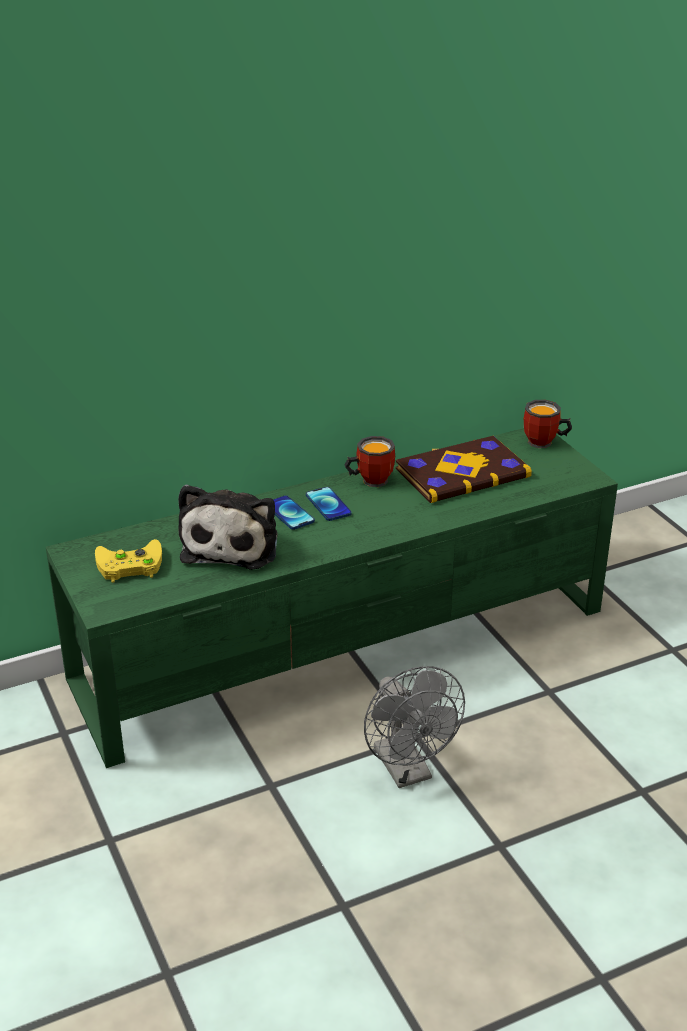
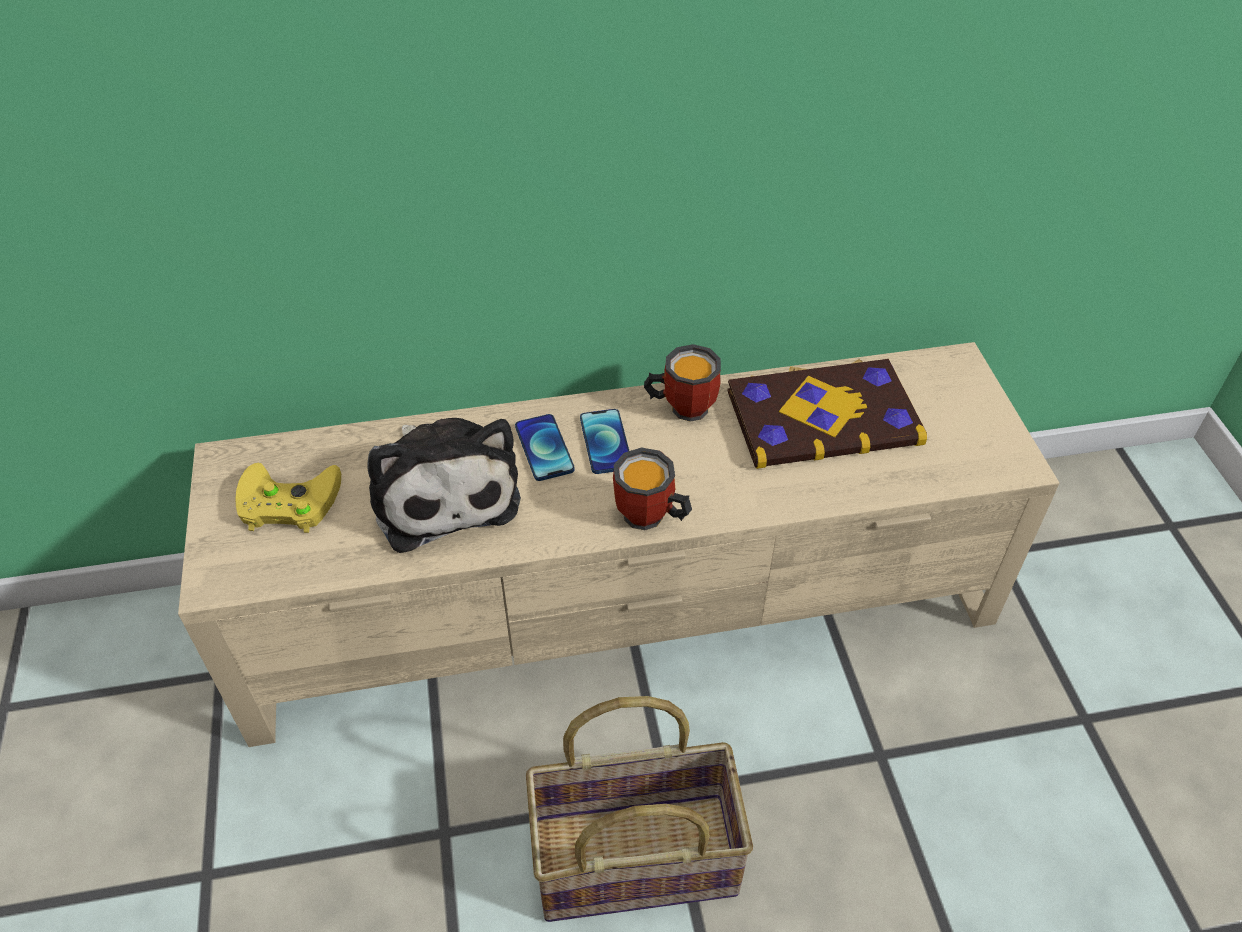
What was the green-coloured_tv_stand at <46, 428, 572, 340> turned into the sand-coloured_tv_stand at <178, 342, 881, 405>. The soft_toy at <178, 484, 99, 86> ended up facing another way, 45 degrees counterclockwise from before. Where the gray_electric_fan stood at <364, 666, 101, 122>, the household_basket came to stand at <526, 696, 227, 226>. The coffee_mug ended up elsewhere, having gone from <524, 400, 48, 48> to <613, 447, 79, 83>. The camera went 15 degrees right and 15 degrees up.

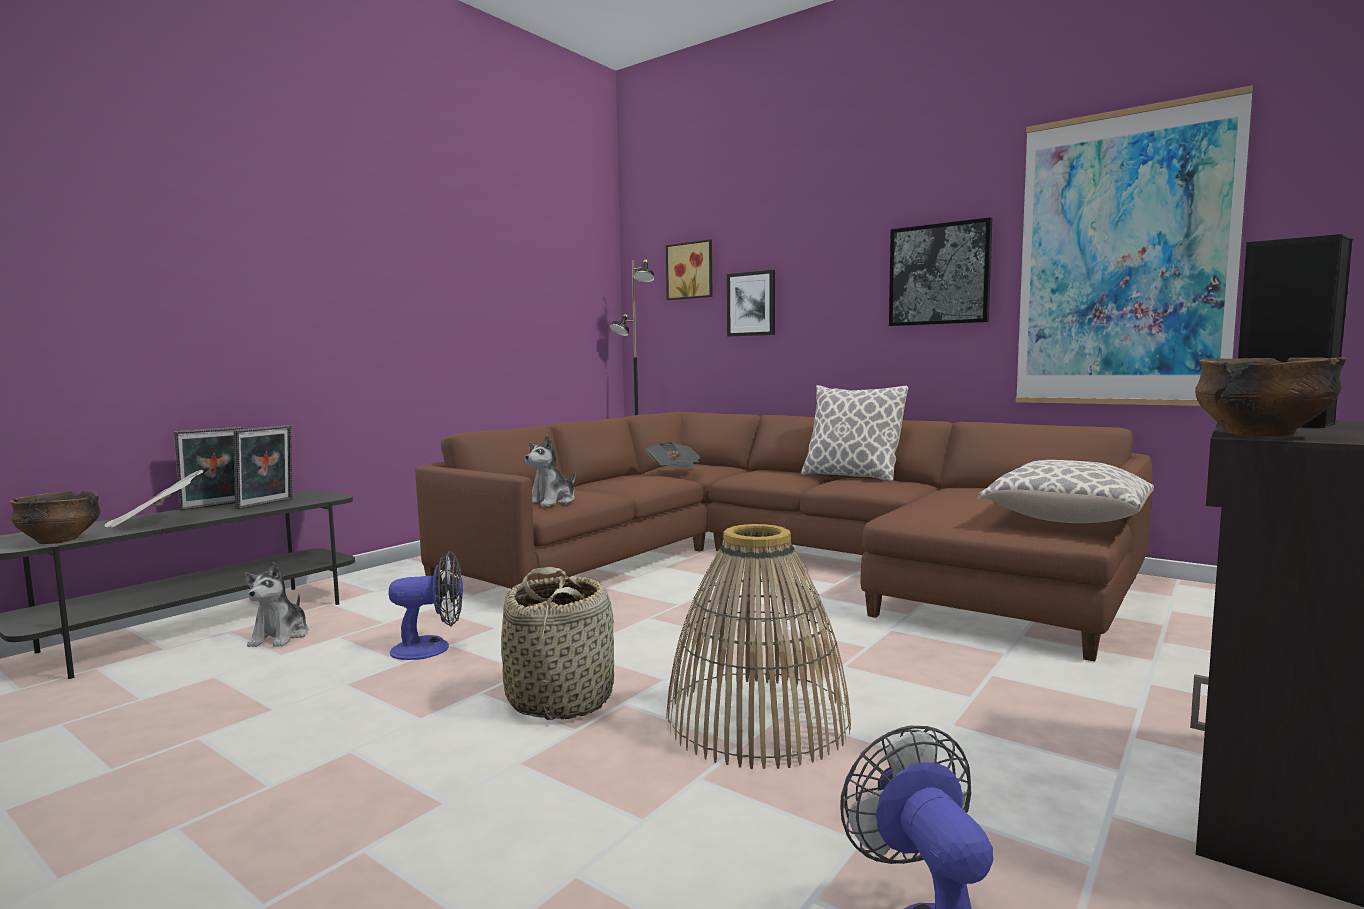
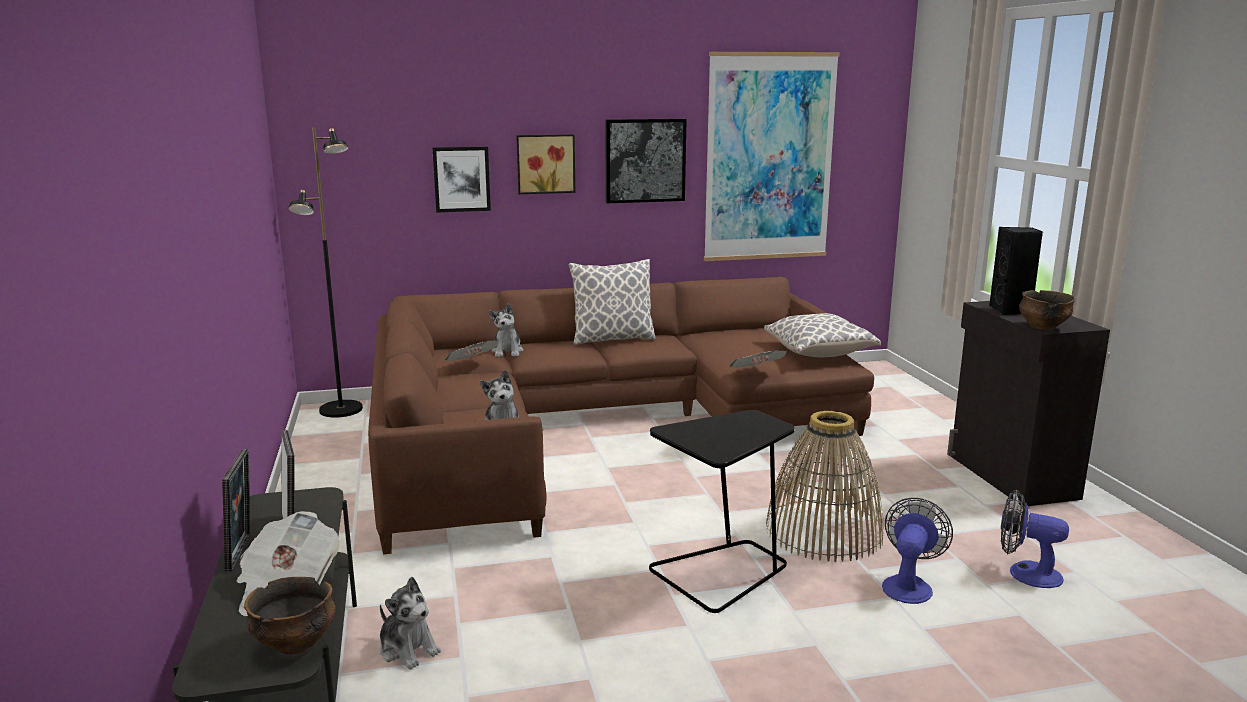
The electric_fan ended up elsewhere, having gone from <388, 551, 75, 109> to <882, 498, 71, 106>. Where the household_basket stood at <501, 567, 113, 153>, the black-coloured_end_table came to stand at <649, 410, 146, 203>. The wall_picture ended up elsewhere, having gone from <666, 239, 47, 61> to <516, 134, 59, 60>. The second view gained the soft_toy at <489, 304, 35, 53>. The second view gained the printed_paper at <729, 350, 57, 17>. The camera went 50 degrees left and 10 degrees up.

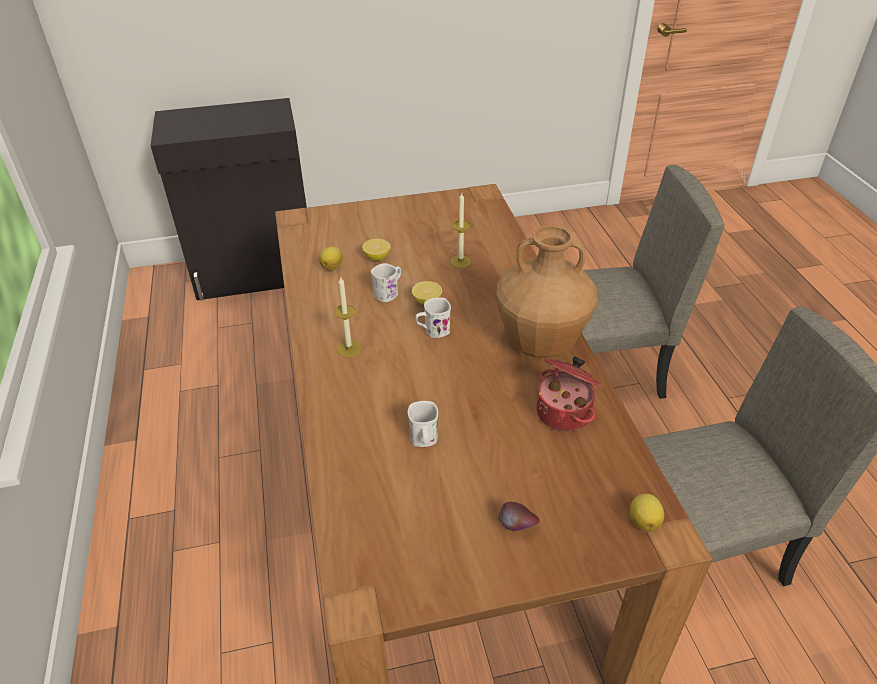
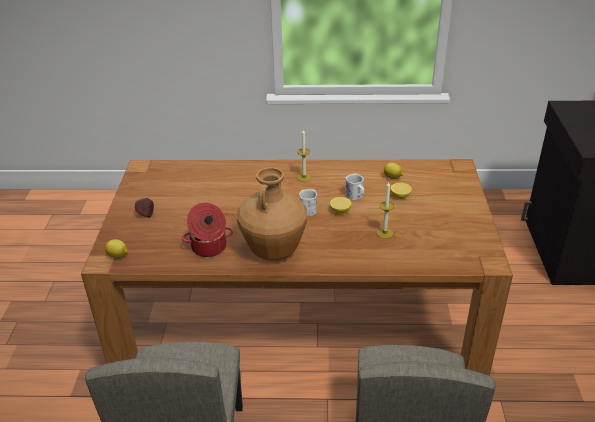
The second view lost the white_coffee_mug at <408, 401, 30, 46>. The camera went 105 degrees right and 5 degrees down.

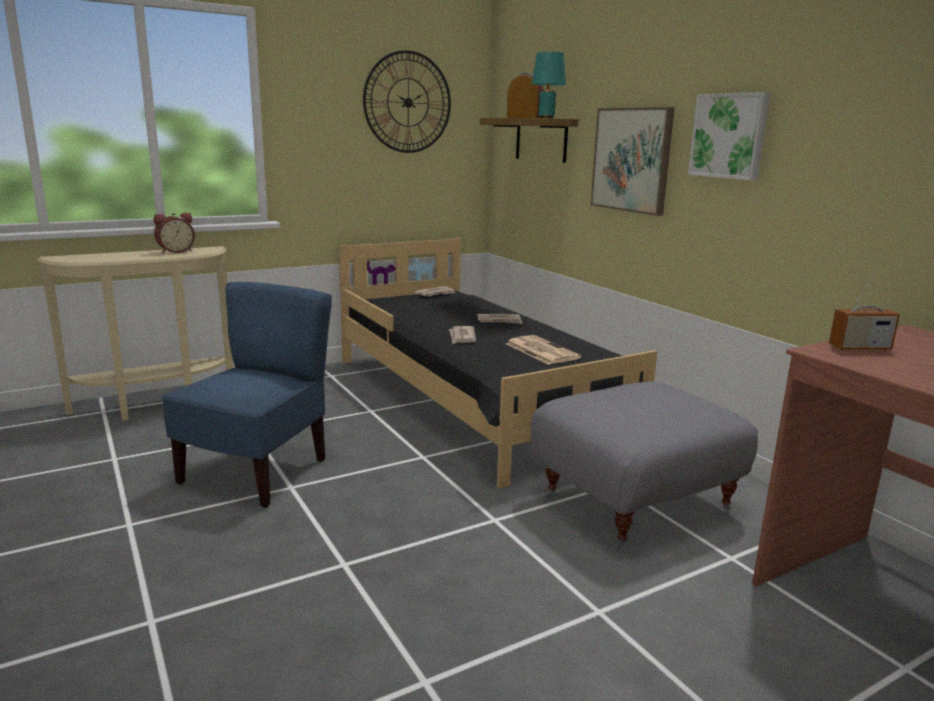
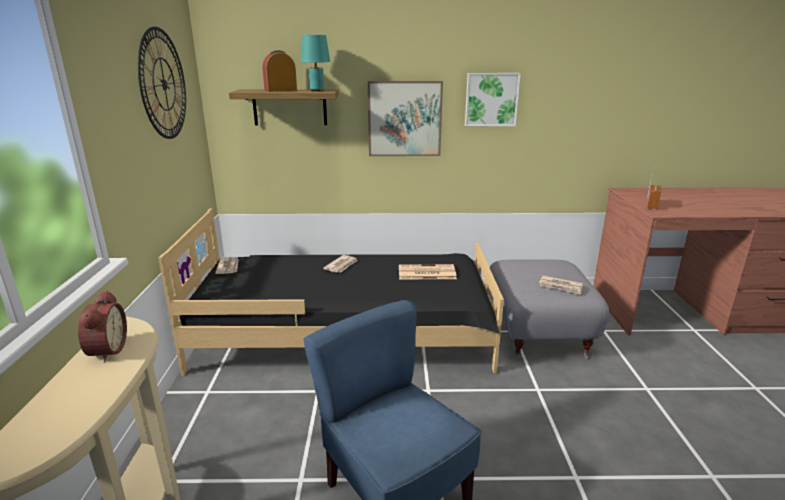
The printed_paper ended up elsewhere, having gone from <449, 326, 27, 18> to <539, 275, 44, 20>. The camera went 60 degrees left and 5 degrees up.

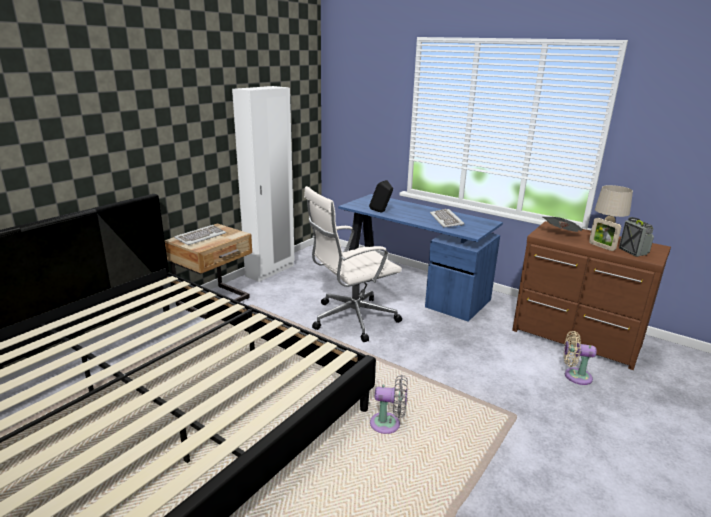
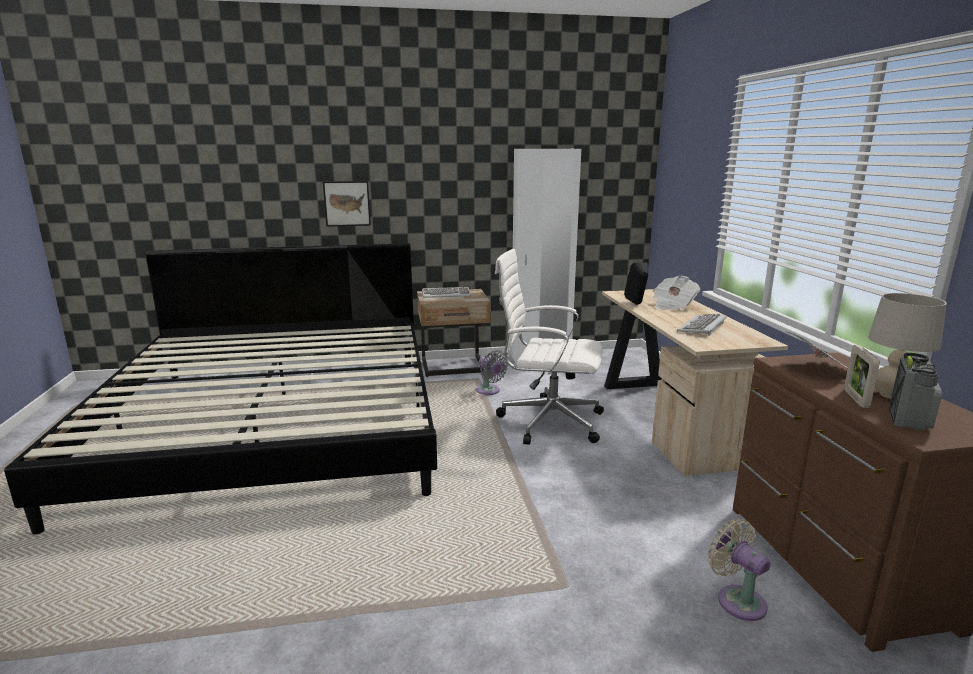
What was the bluish_desk_table at <338, 194, 165, 128> turned into the sand-coloured_desk_table at <602, 289, 186, 187>. The gray_electric_fan ended up elsewhere, having gone from <370, 375, 38, 59> to <476, 350, 32, 45>. The second view gained the wall_picture at <323, 181, 48, 46>. The second view gained the printed_paper at <653, 276, 47, 34>. The camera went 45 degrees right and 5 degrees down.

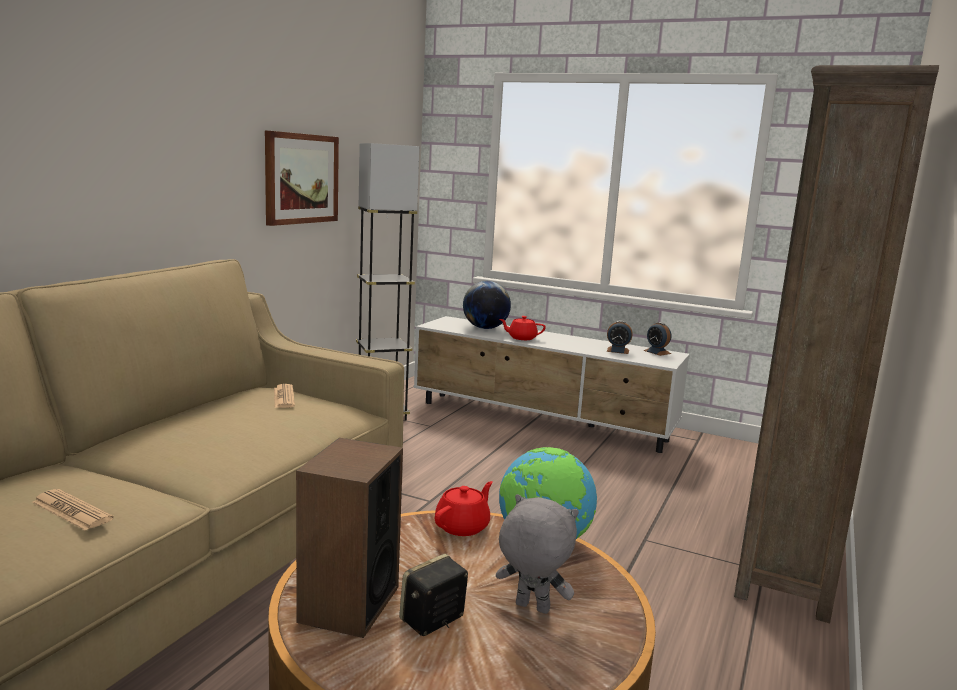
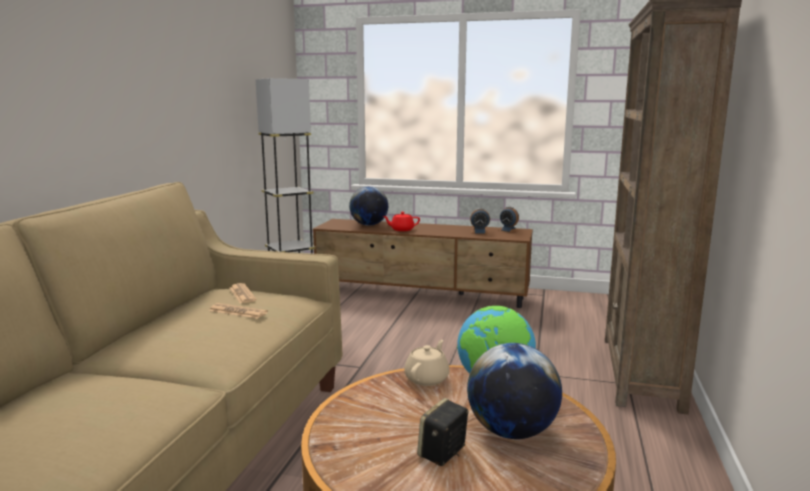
The printed_paper ended up elsewhere, having gone from <32, 489, 82, 42> to <209, 303, 59, 16>. The second view lost the wall_picture at <265, 131, 74, 95>. The second view lost the audio_speaker at <296, 438, 107, 200>. What was the white_tv_stand at <414, 316, 276, 137> turned into the brown_tv_stand at <313, 219, 220, 89>. What was the red-coloured_tea_pot at <435, 481, 58, 55> turned into the sand-coloured_tea_pot at <404, 340, 45, 46>. Where the gray_soft_toy stood at <496, 494, 83, 120>, the desk_globe came to stand at <467, 343, 95, 96>. The camera went 10 degrees left and 0 degrees up.

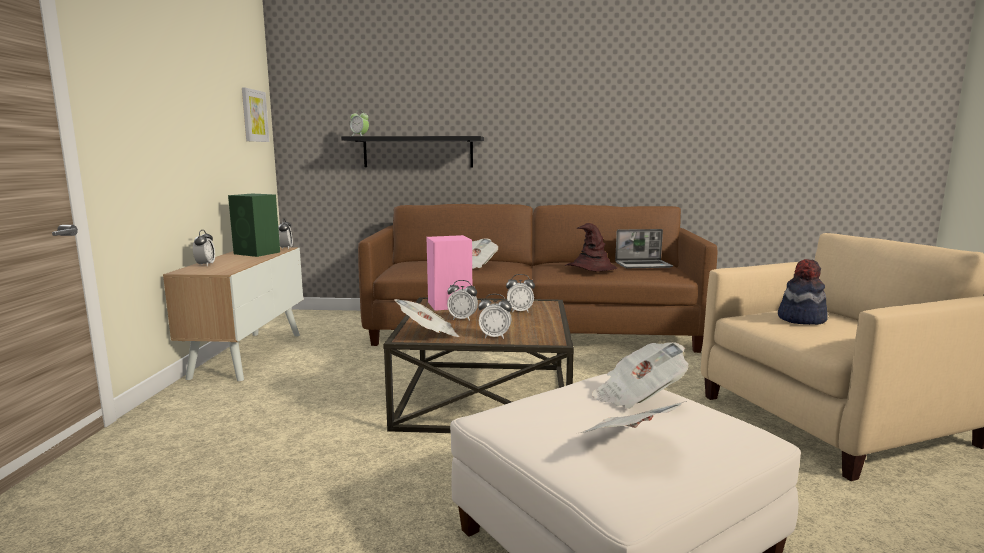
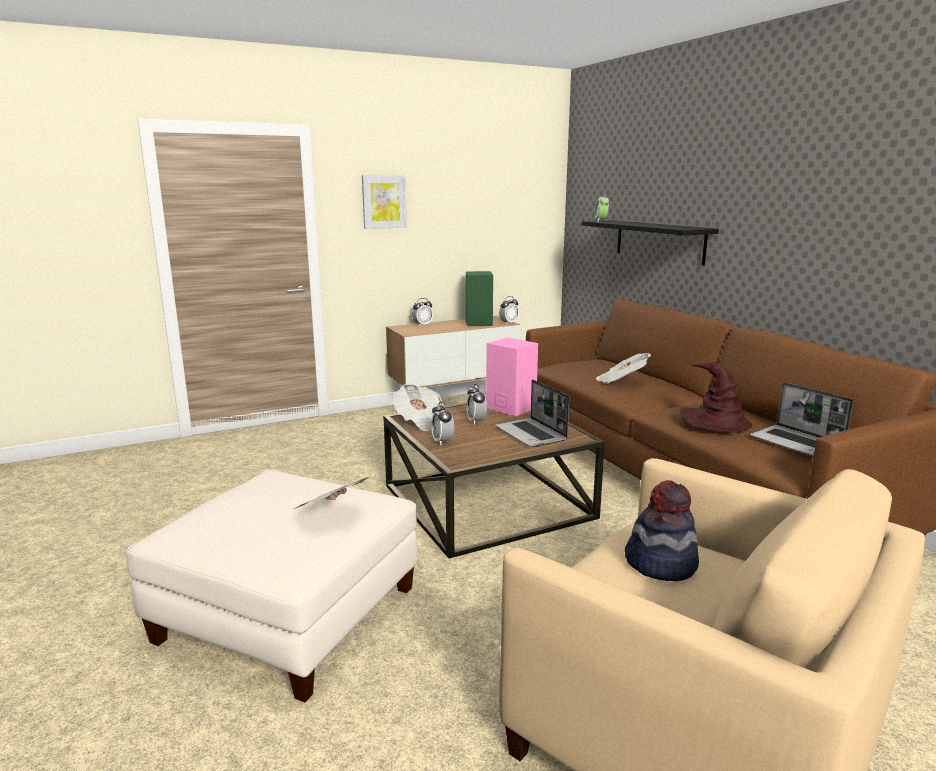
The wall_picture ended up elsewhere, having gone from <242, 88, 27, 54> to <362, 175, 45, 54>. Where the table_clock stood at <506, 274, 29, 39>, the notebook_computer came to stand at <495, 379, 74, 68>. The second view lost the printed_paper at <576, 401, 111, 33>. The camera went 60 degrees right and 5 degrees up.

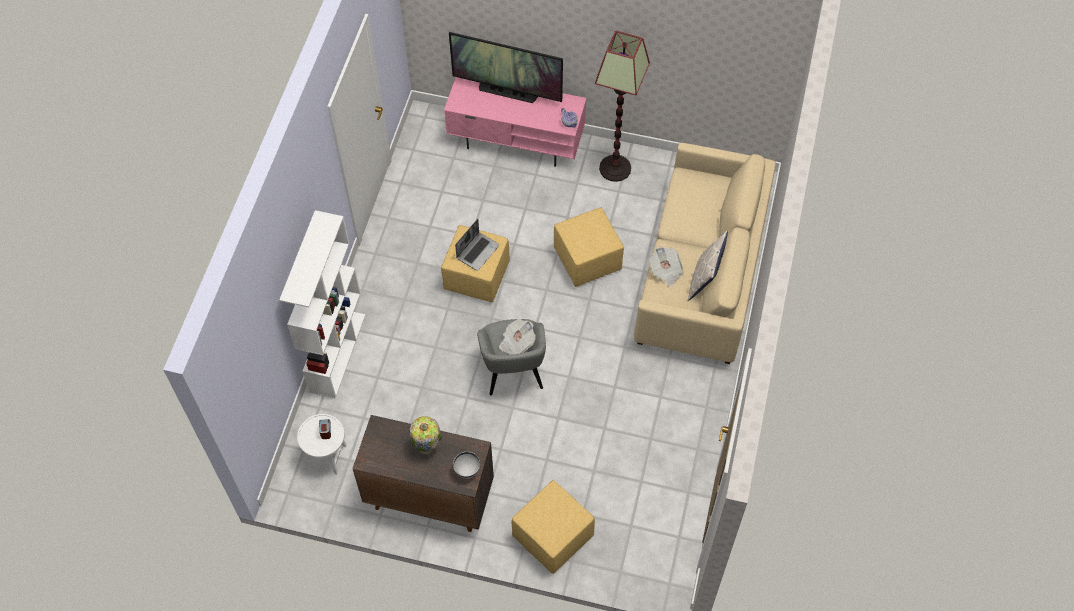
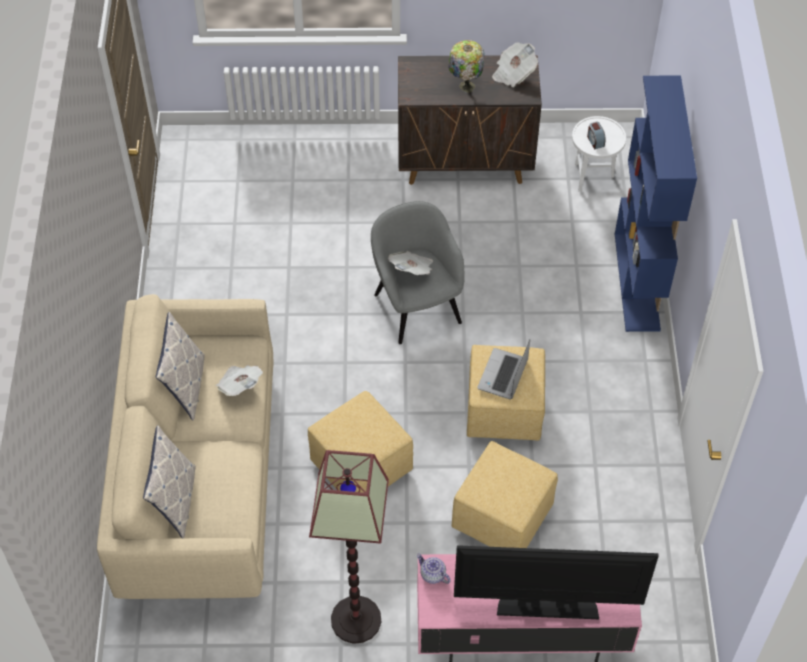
What was the white_shelving_unit at <279, 210, 87, 189> turned into the bluish_shelving_unit at <615, 75, 82, 257>. The second view lost the white_deep_dish at <453, 452, 27, 27>. The yellow-coloured_ottoman ended up elsewhere, having gone from <511, 480, 84, 94> to <452, 441, 106, 107>. The second view gained the throw_pillow at <143, 425, 53, 113>. The second view gained the printed_paper at <492, 42, 46, 45>. The camera went 165 degrees right and 5 degrees down.

